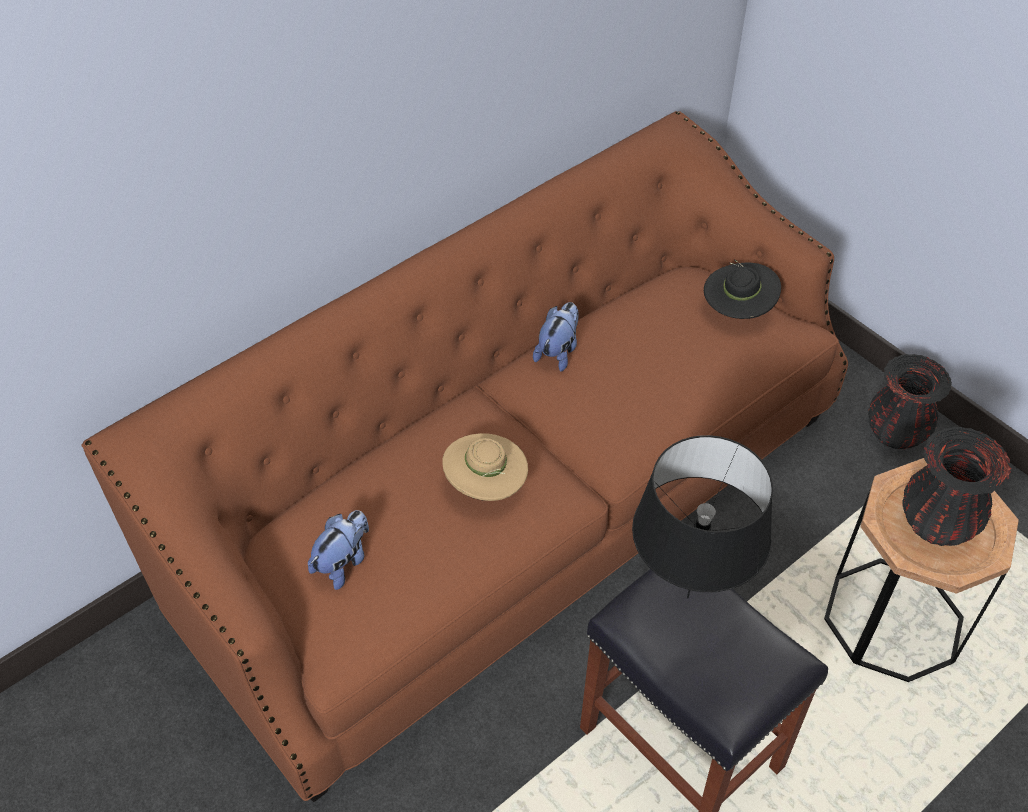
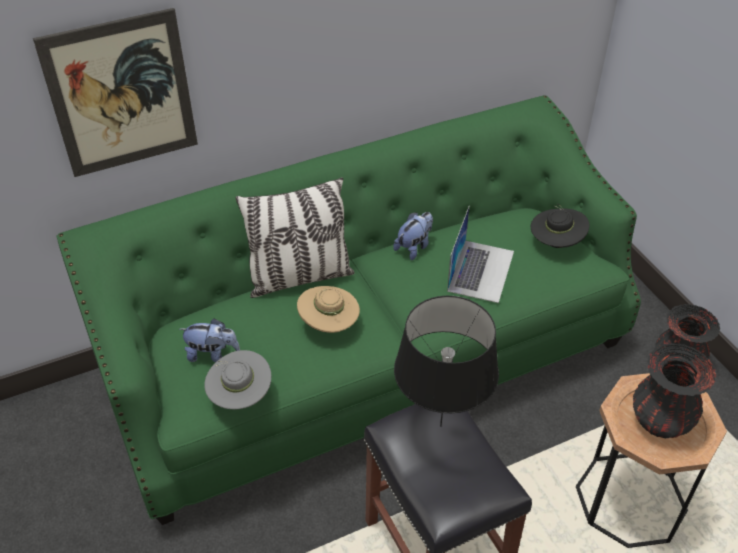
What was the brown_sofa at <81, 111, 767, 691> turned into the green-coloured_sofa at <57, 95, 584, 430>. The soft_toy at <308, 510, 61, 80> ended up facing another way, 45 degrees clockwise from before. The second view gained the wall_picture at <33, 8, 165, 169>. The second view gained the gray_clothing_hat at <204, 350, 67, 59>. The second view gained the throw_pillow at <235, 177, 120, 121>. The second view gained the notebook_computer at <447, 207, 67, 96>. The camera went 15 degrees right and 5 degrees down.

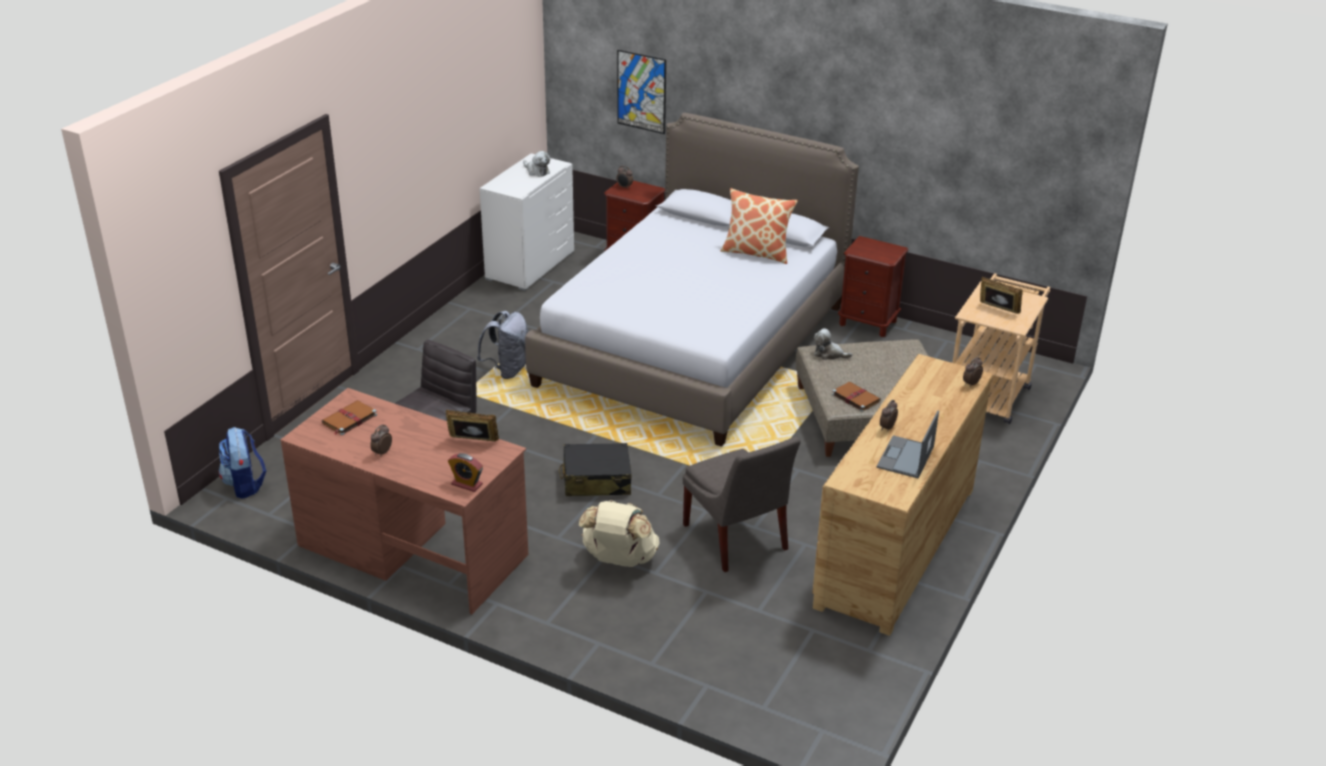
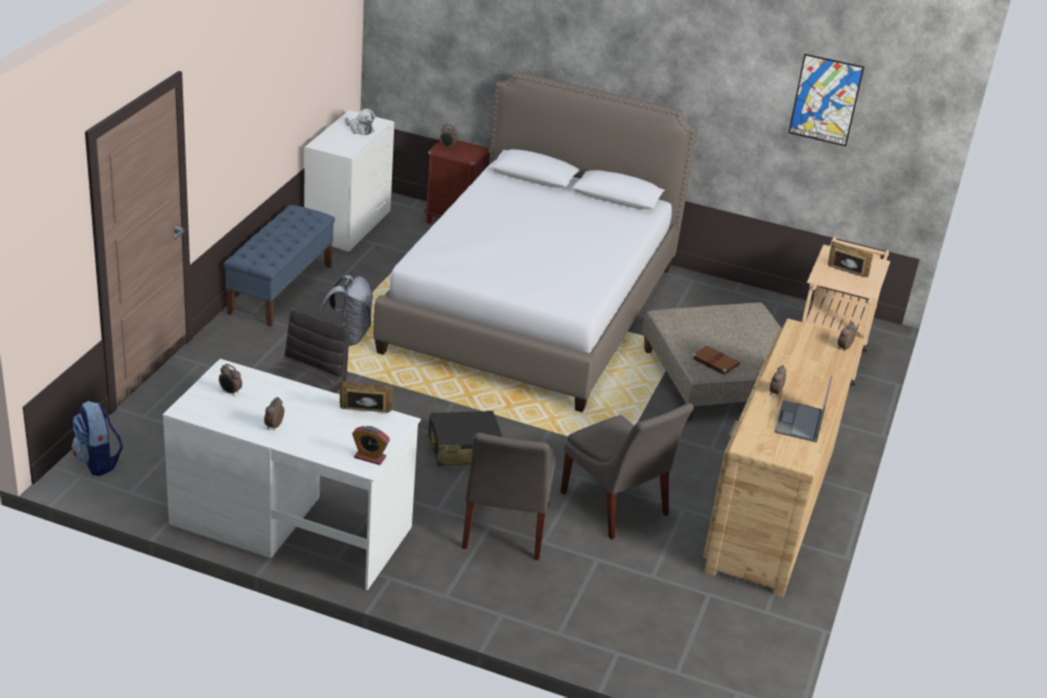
What was the brown_desk_table at <280, 388, 248, 227> turned into the white_desk_table at <163, 359, 258, 231>. Where the brown_volume stood at <322, 401, 55, 34>, the table_clock came to stand at <219, 364, 23, 32>. Where the sand-coloured_rucksack stood at <579, 500, 81, 67>, the gray_chair came to stand at <462, 433, 94, 127>. The wall_picture ended up elsewhere, having gone from <617, 50, 49, 84> to <788, 54, 76, 92>. The second view lost the throw_pillow at <720, 188, 78, 76>. The second view lost the soft_toy at <814, 328, 38, 32>. The second view lost the brown_bedside_table at <838, 236, 70, 101>. The second view gained the bluish_bench at <223, 205, 112, 122>. The camera went 10 degrees left and 0 degrees up.

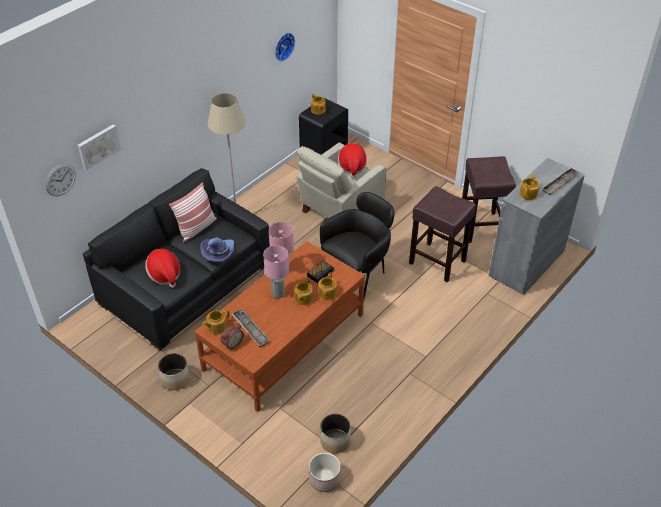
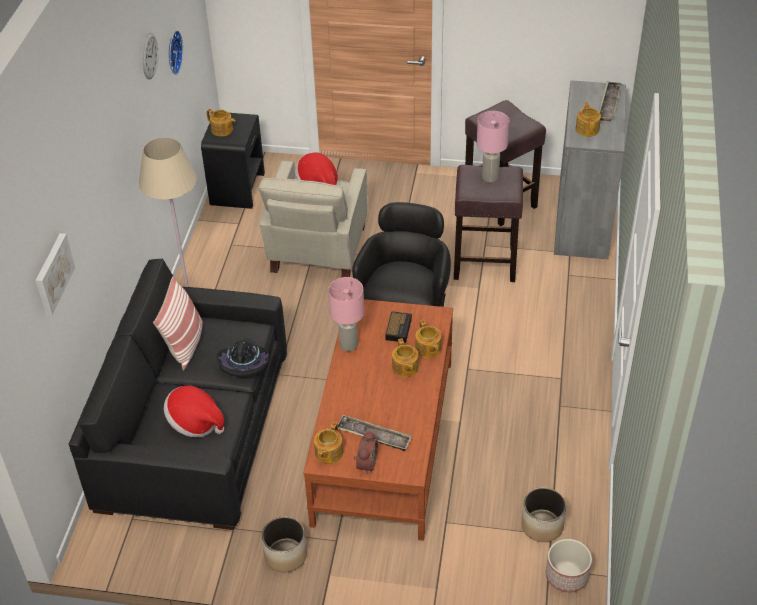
The hanging_clock ended up elsewhere, having gone from <45, 164, 31, 32> to <142, 33, 16, 47>. What was the purple_clothing_hat at <201, 238, 34, 24> turned into the black-coloured_clothing_hat at <216, 338, 53, 39>. The pinkish_tabletop_lamp ended up elsewhere, having gone from <263, 245, 26, 53> to <477, 111, 32, 72>. The camera went 30 degrees left and 0 degrees up.

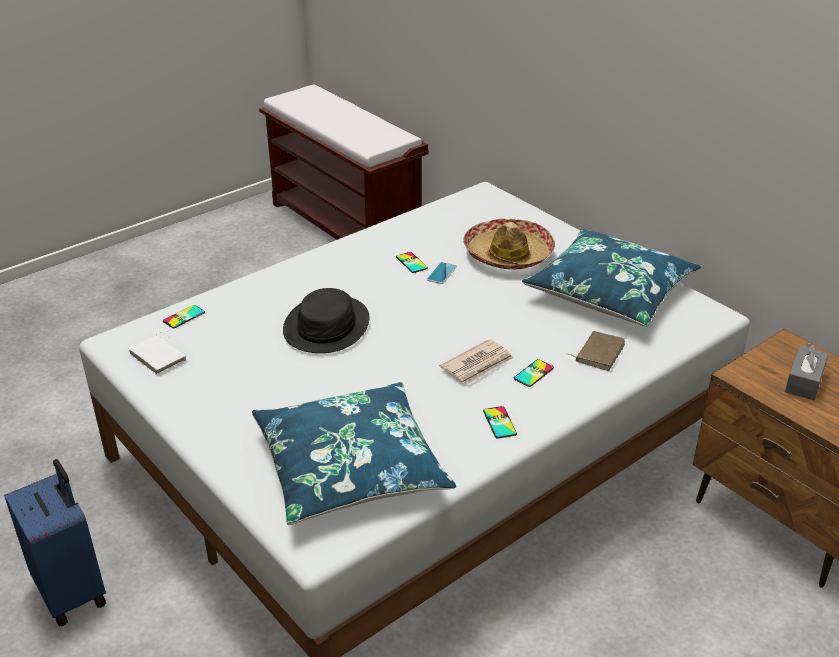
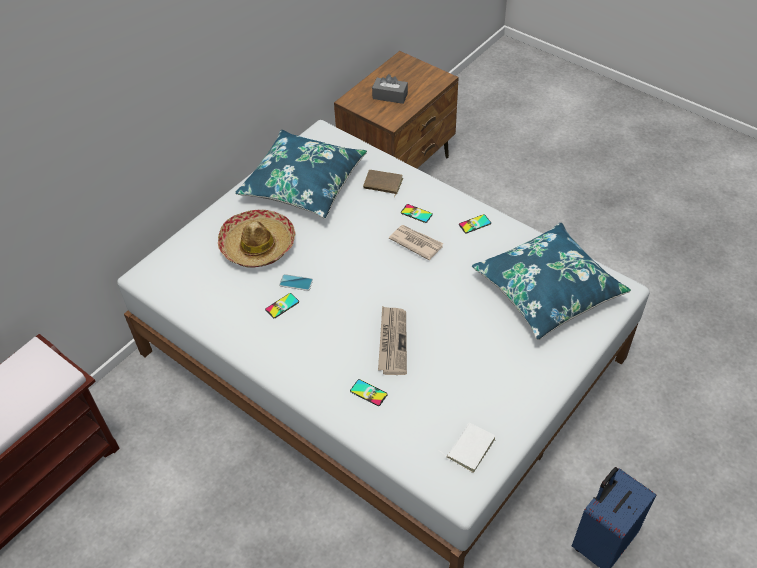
The handset ended up elsewhere, having gone from <163, 305, 42, 23> to <350, 379, 38, 27>. Where the black-coloured_clothing_hat stood at <283, 288, 86, 65>, the printed_paper came to stand at <378, 306, 29, 69>. The camera went 100 degrees left and 15 degrees up.

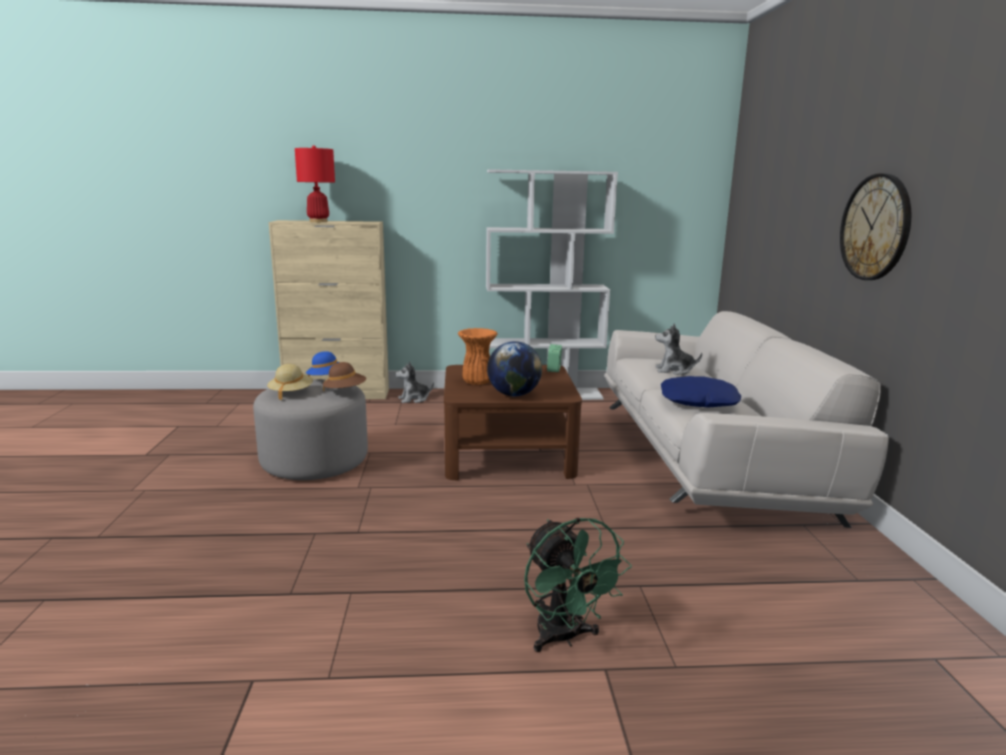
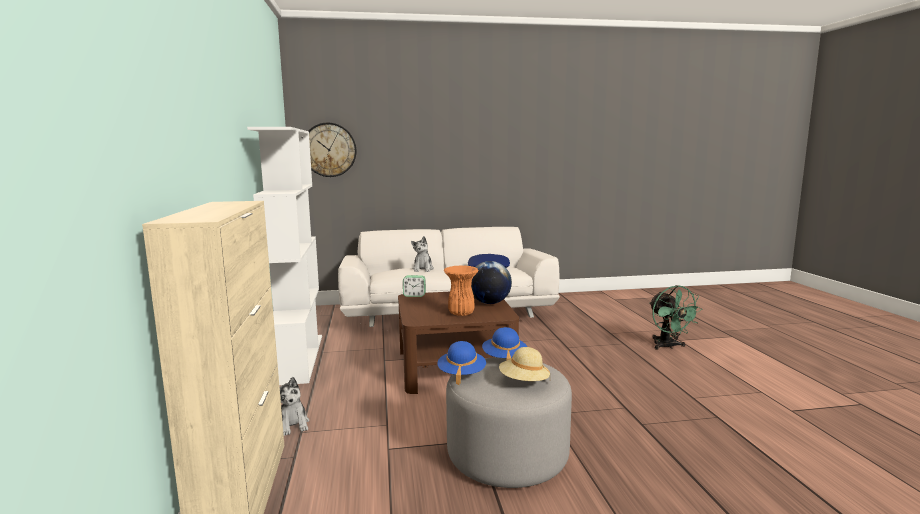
The second view lost the red-coloured_tabletop_lamp at <295, 145, 40, 77>. What was the brown_clothing_hat at <323, 362, 43, 30> turned into the bluish_clothing_hat at <482, 327, 45, 34>. The green-coloured_electric_fan at <524, 517, 108, 135> ended up facing another way, 105 degrees clockwise from before. The hanging_clock ended up elsewhere, having gone from <840, 173, 71, 107> to <309, 123, 48, 54>. The camera went 95 degrees left and 5 degrees down.

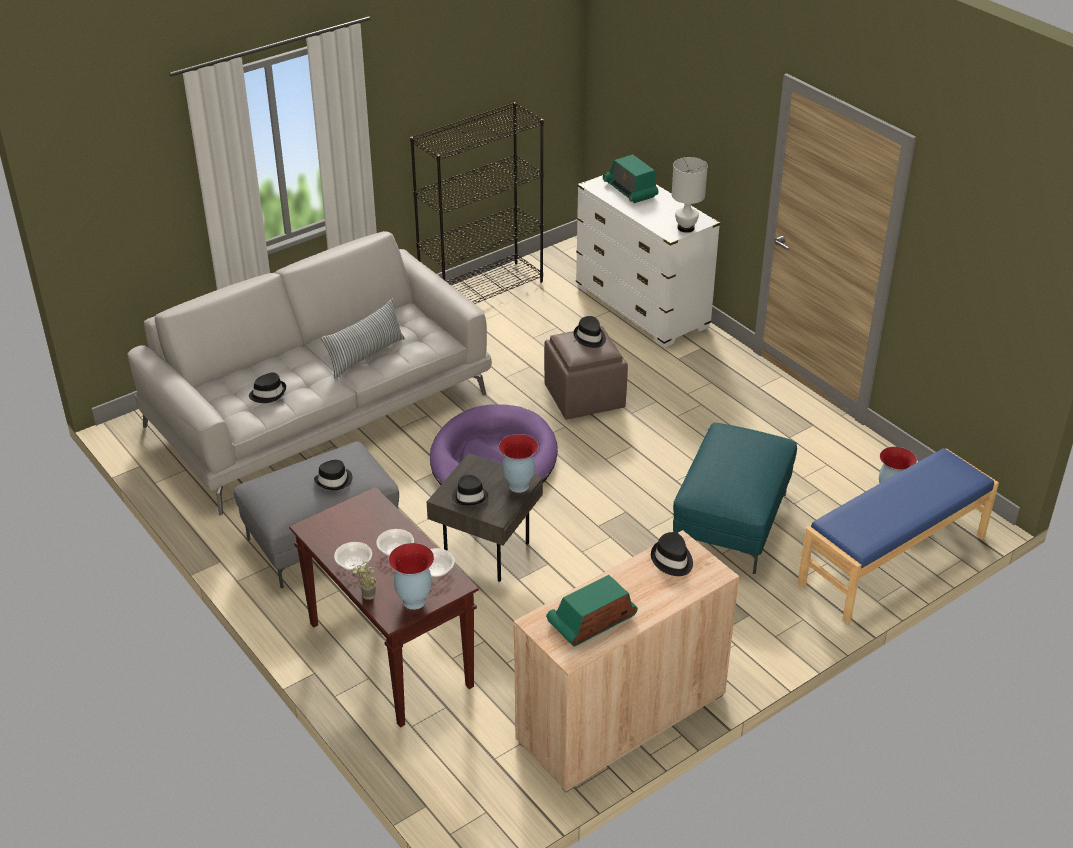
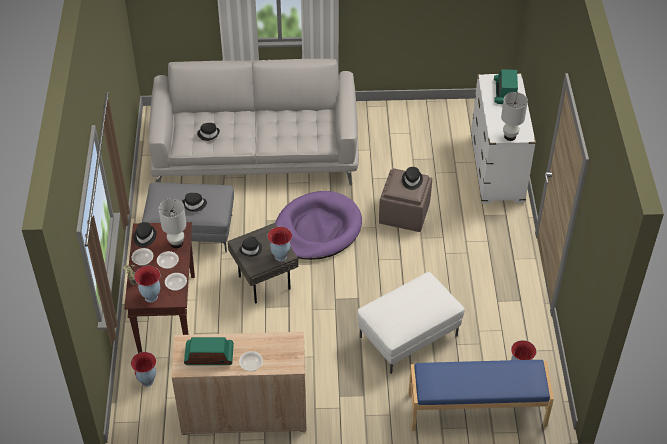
The second view lost the throw_pillow at <321, 299, 84, 80>. The second view lost the black-coloured_shelving_unit at <410, 102, 134, 202>. The black-coloured_clothing_hat ended up elsewhere, having gone from <651, 532, 42, 44> to <134, 222, 22, 25>. What was the turquoise_ottoman at <673, 423, 124, 151> turned into the white_ottoman at <357, 272, 108, 102>. The second view gained the decorative_vase at <131, 352, 25, 35>. The second view gained the white_tabletop_lamp at <158, 199, 28, 49>. The second view gained the deep_dish at <239, 351, 24, 20>. The camera went 35 degrees right and 10 degrees up.

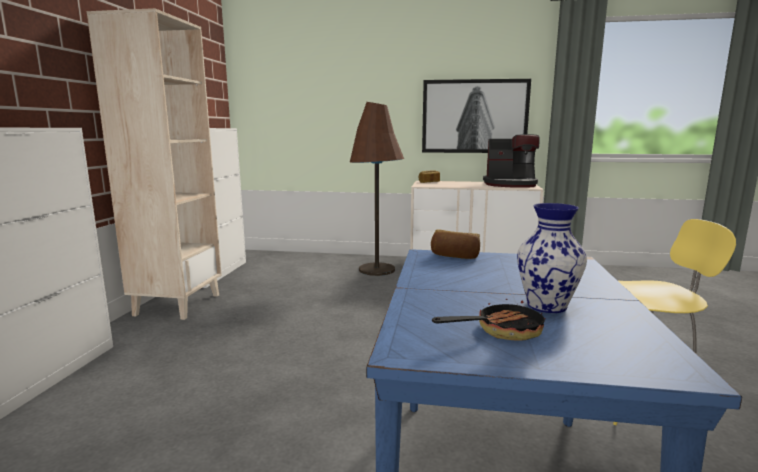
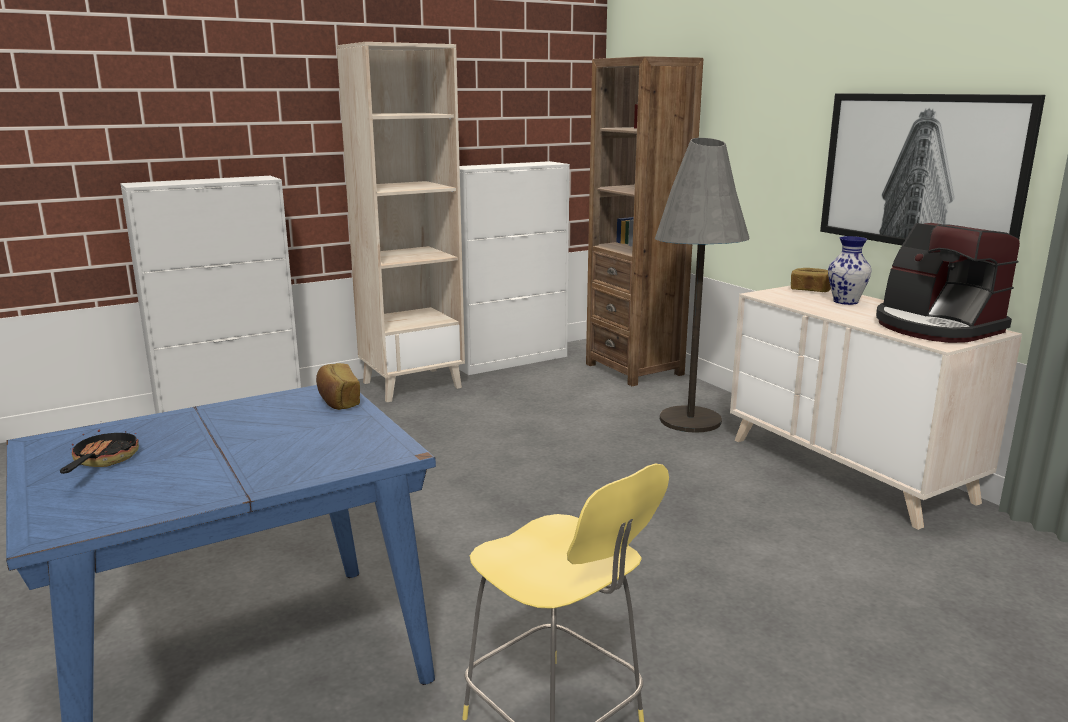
What was the brown_standard_lamp at <350, 102, 54, 174> turned into the gray_standard_lamp at <655, 138, 94, 295>. The frying_pan at <432, 299, 113, 42> ended up facing another way, 120 degrees counterclockwise from before. The decorative_vase ended up elsewhere, having gone from <517, 203, 70, 110> to <828, 236, 43, 69>. The second view gained the brown_shelving_unit at <586, 56, 118, 330>. The camera went 50 degrees right and 5 degrees up.

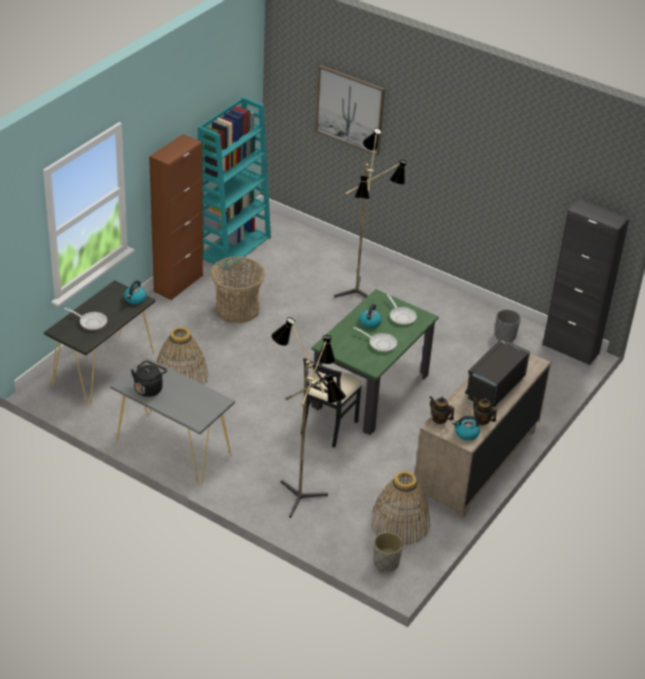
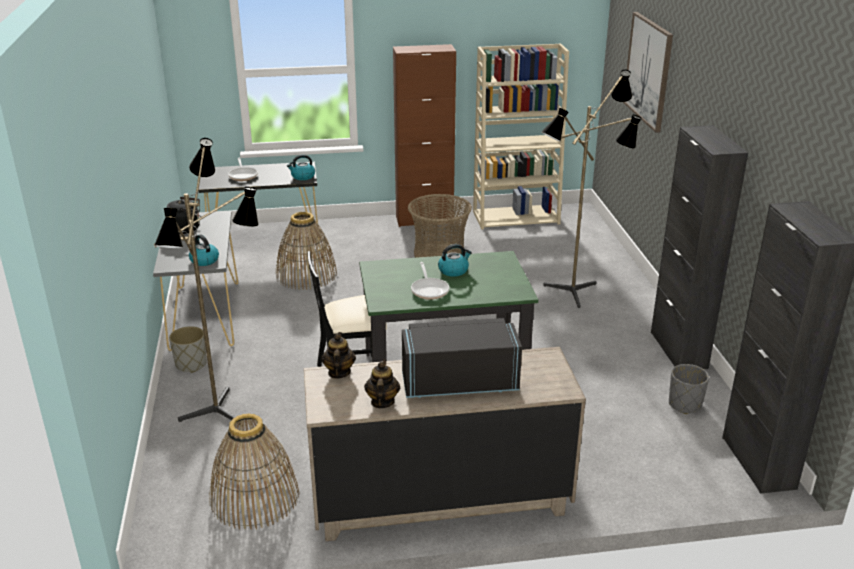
What was the turquoise_shelving_unit at <198, 97, 73, 173> turned into the sand-coloured_shelving_unit at <473, 43, 96, 187>. The gray_flower_pot ended up elsewhere, having gone from <373, 532, 30, 40> to <169, 326, 37, 47>. The second view lost the frying_pan at <387, 294, 30, 31>. The kettle ended up elsewhere, having gone from <452, 415, 28, 26> to <189, 234, 30, 32>. The second view gained the black-coloured_storage_cabinet at <651, 125, 97, 244>. The camera went 50 degrees right and 10 degrees down.

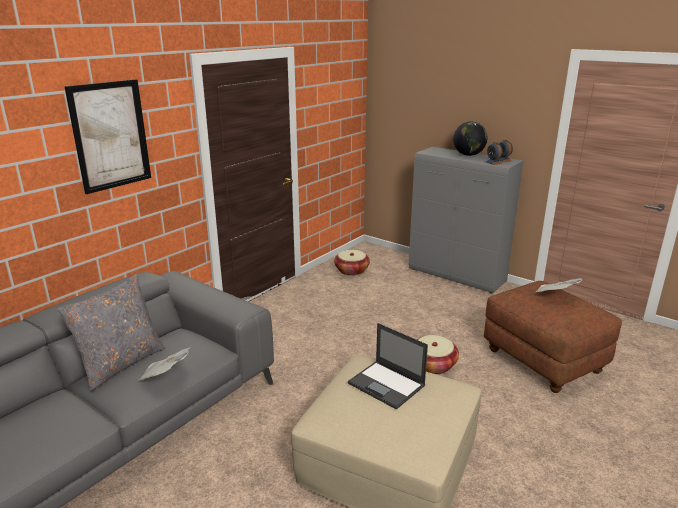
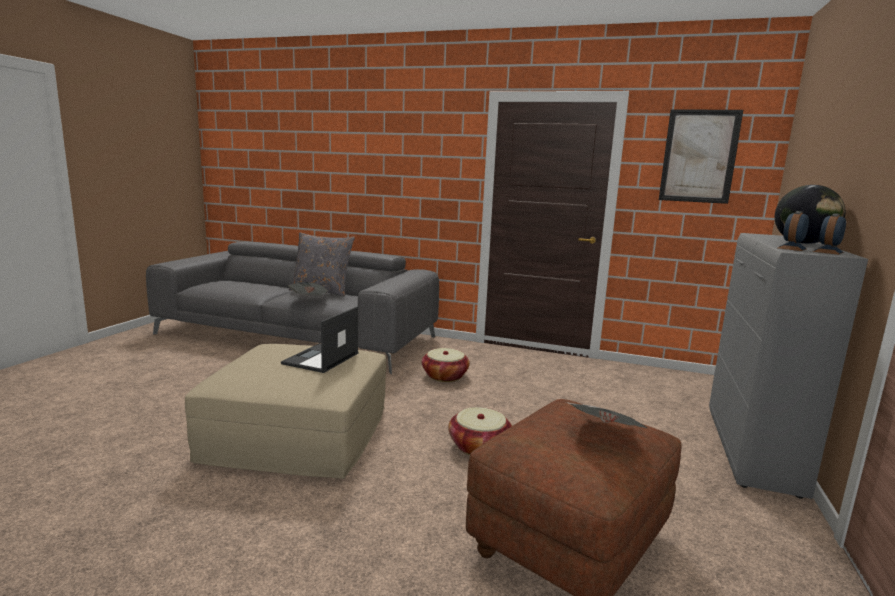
The wall_picture ended up elsewhere, having gone from <64, 79, 87, 115> to <659, 109, 84, 95>. The household_basket ended up elsewhere, having gone from <334, 250, 36, 26> to <421, 348, 49, 34>. The camera went 70 degrees right and 10 degrees down.

